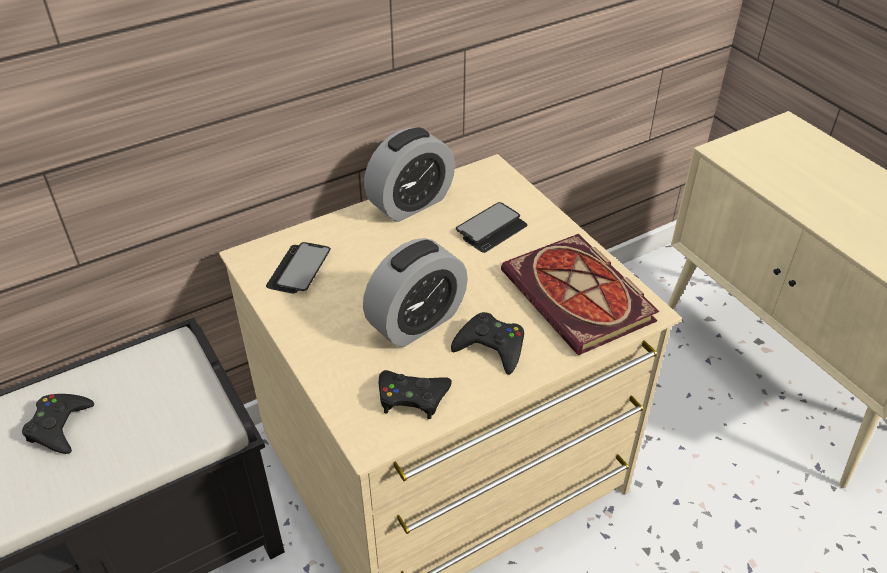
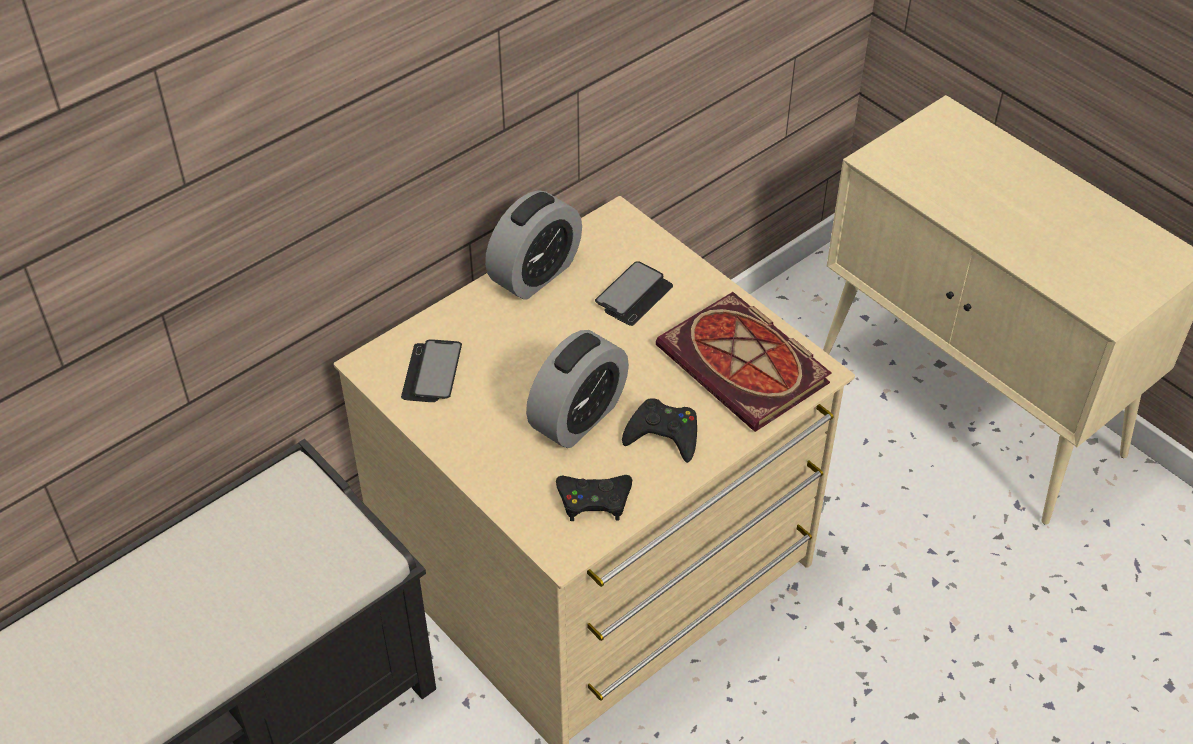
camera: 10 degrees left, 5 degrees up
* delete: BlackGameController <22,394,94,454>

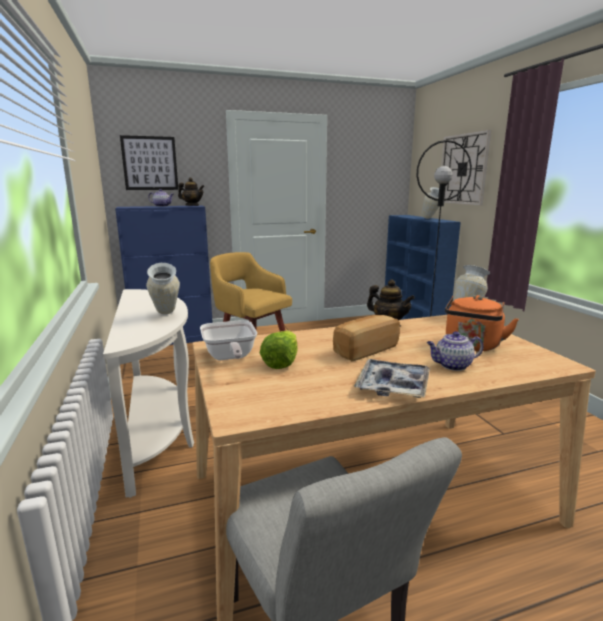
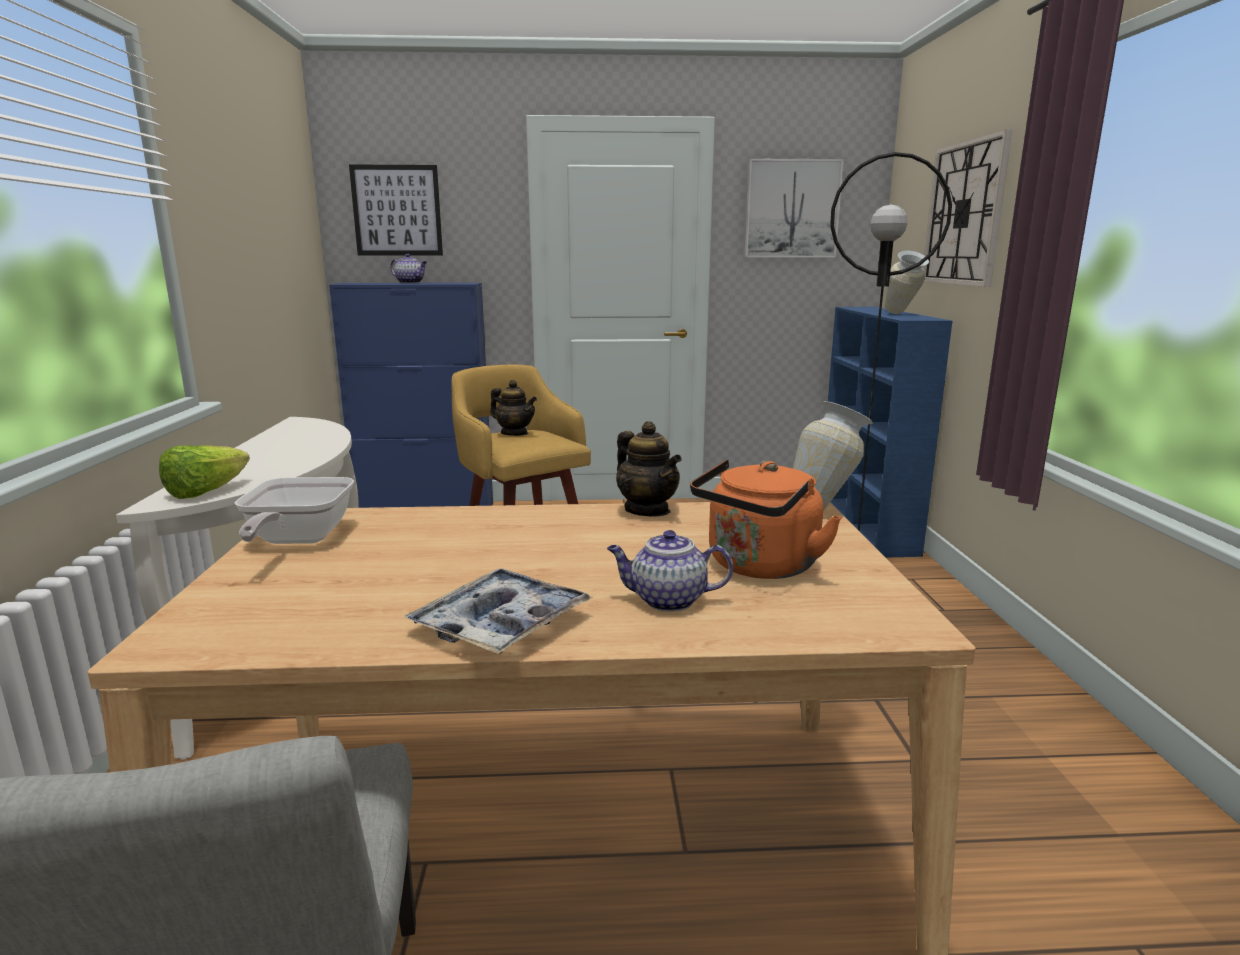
camera: 15 degrees right, 0 degrees up
* delete: Vase <146,263,180,315>
* delete: Bread <333,315,400,361>
* insert: Picture <744,159,844,258>
* move: Teapot <178,177,205,206> to <490,380,537,436>
* move: Lettuce <260,330,298,369> to <159,445,250,499>

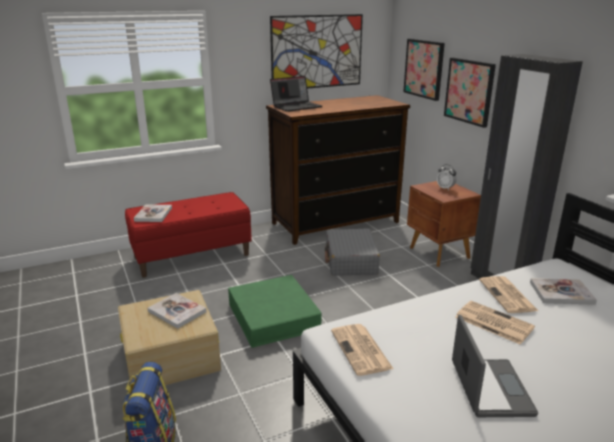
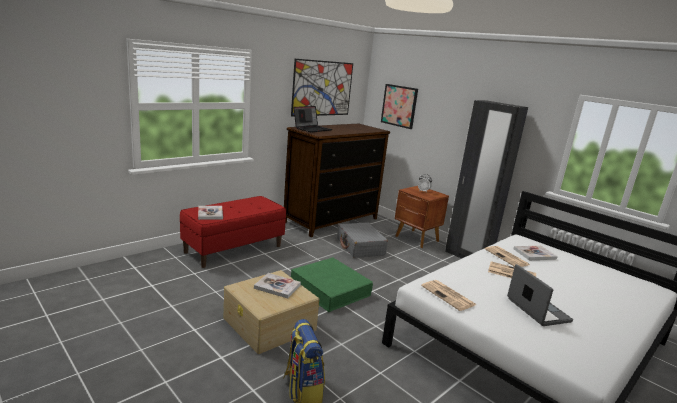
camera: 20 degrees left, 5 degrees down
* delete: Picture <444,58,496,128>

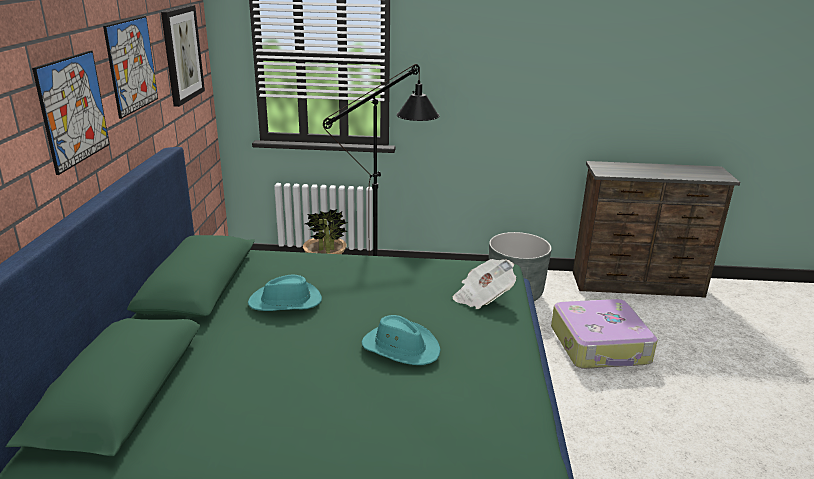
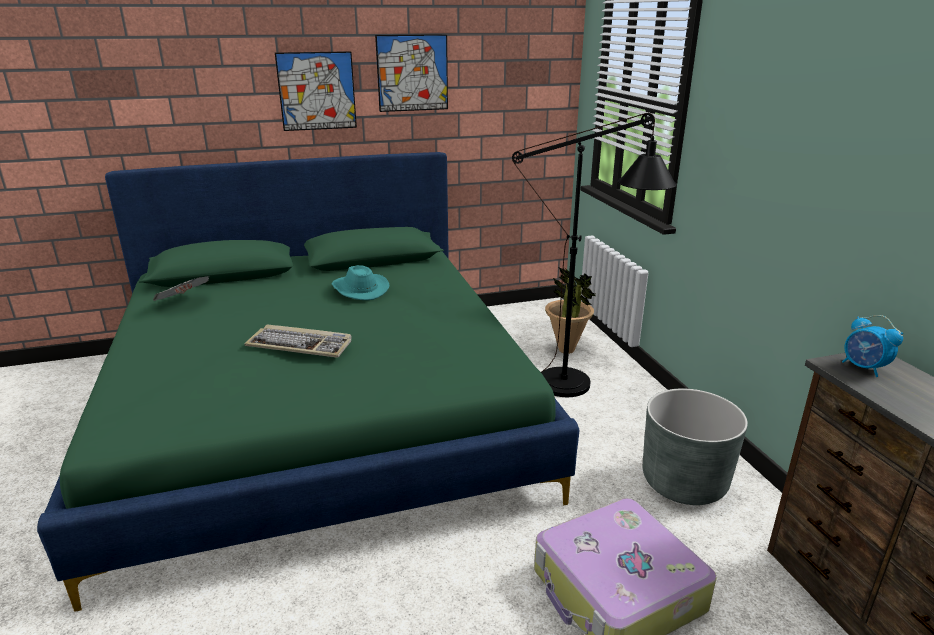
camera: 70 degrees right, 0 degrees up
* delete: Picture <161,5,205,107>
* insert: AlarmClock <842,315,903,377>
* move: Newspaper <453,259,516,309> to <153,276,209,301>
* replace: TurquoiseHat <362,315,441,365> to Keyboard <245,324,352,358>

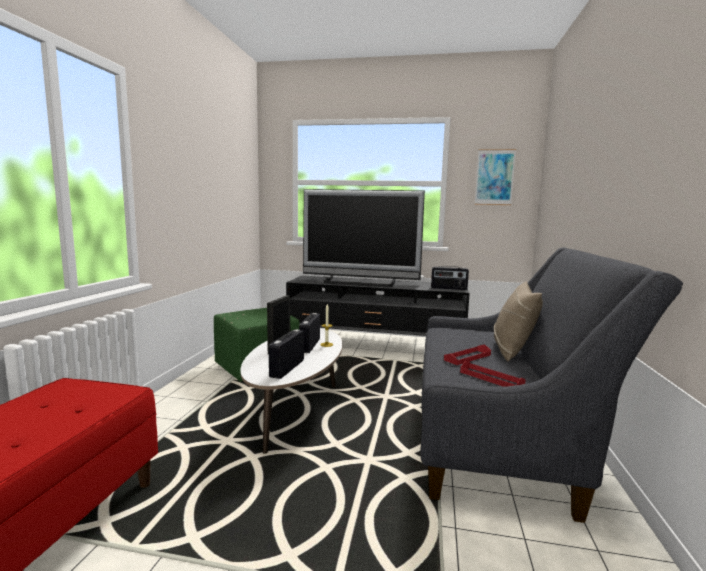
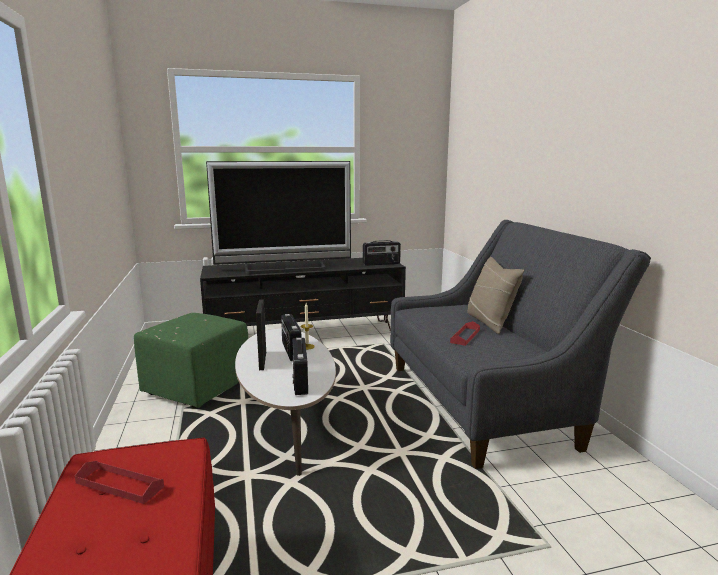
camera: 25 degrees left, 5 degrees up
* delete: Picture <474,149,516,205>
* move: RedTray <460,361,526,387> to <75,461,164,504>

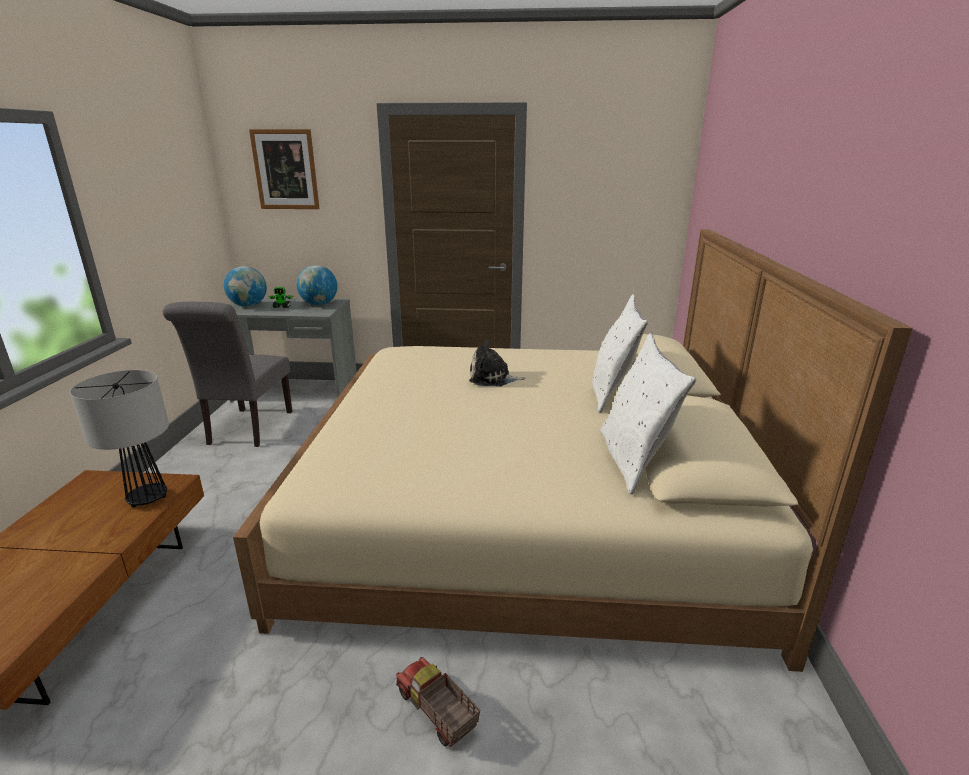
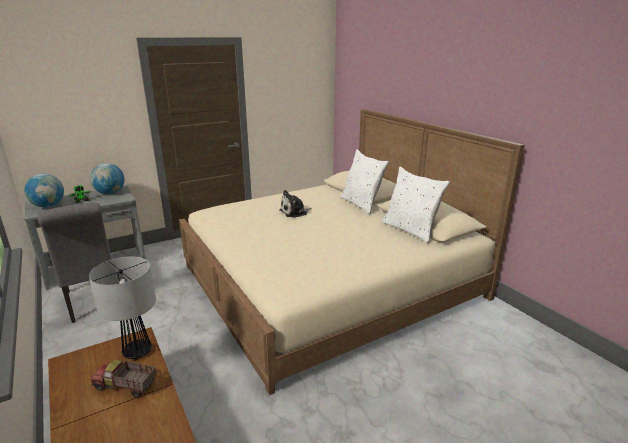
camera: 35 degrees left, 0 degrees up
* delete: Picture <249,129,320,209>
* move: ToyTruck <396,657,480,747> to <90,360,156,398>

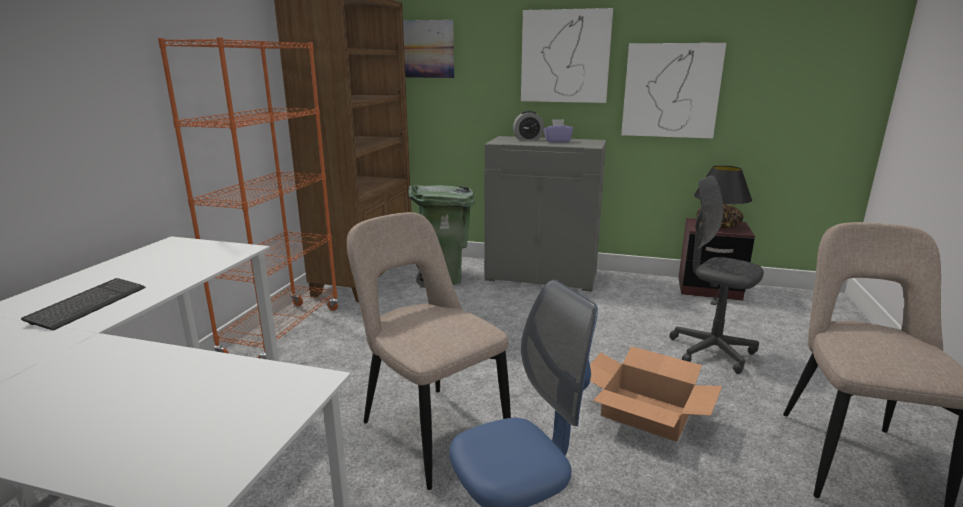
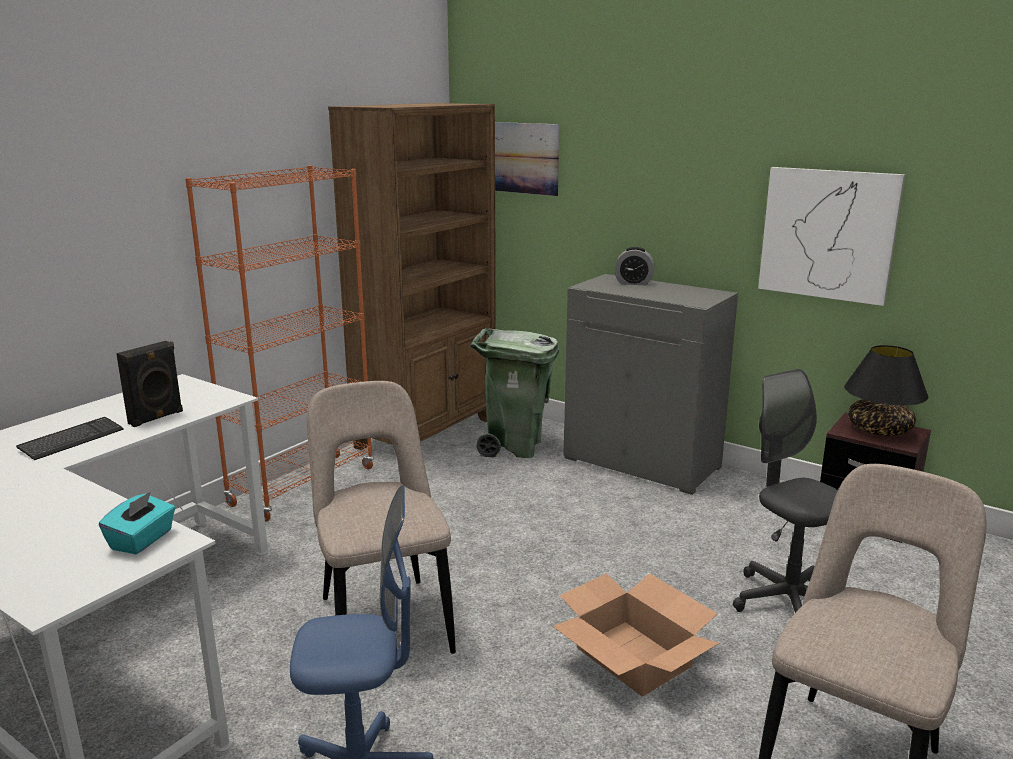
camera: 20 degrees right, 0 degrees up
* delete: Picture <521,8,613,103>
* delete: PurpleTissueBox <544,119,573,142>
* insert: TurquoiseTissueBox <99,491,175,554>
* insert: BlackSpeaker <116,341,183,427>

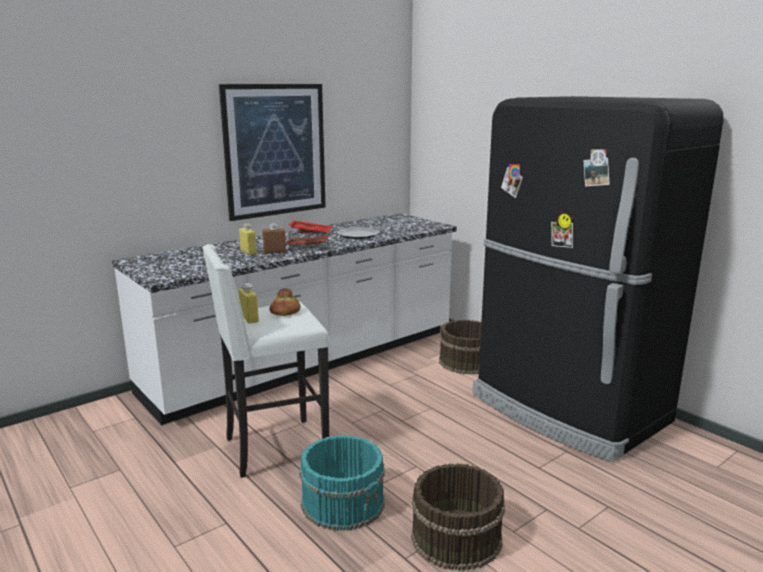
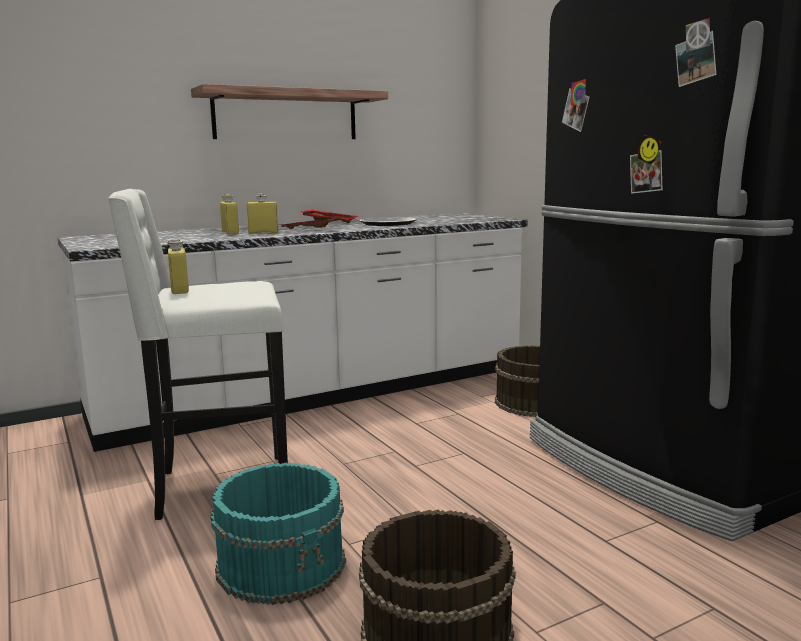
camera: 10 degrees right, 5 degrees down
* delete: Bread <269,288,301,316>
* replace: Picture <219,84,326,221> to Shelf <191,84,388,139>
* recolor: BrownBottle <262,224,286,254> to YellowBottle <247,194,278,234>

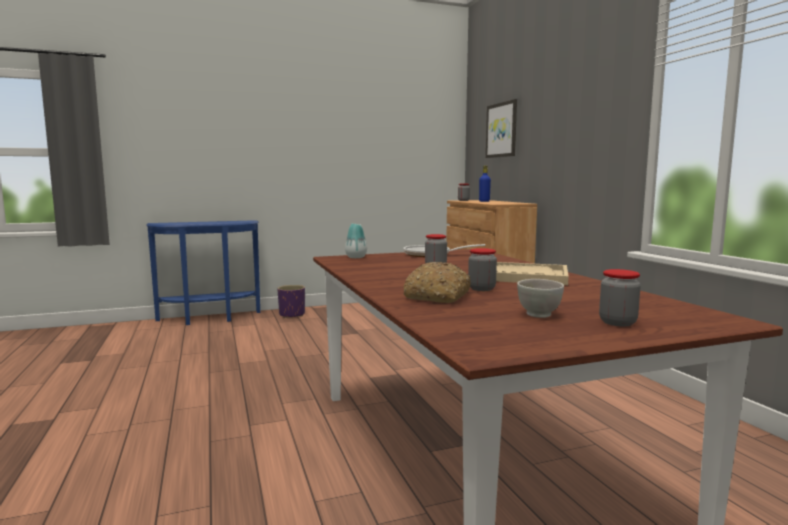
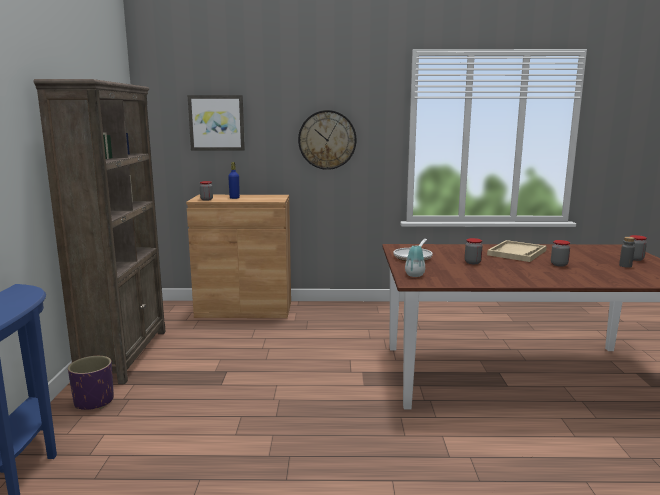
camera: 70 degrees left, 5 degrees up
* delete: Bread <404,262,471,303>
* insert: BrownBookcase <33,79,166,384>
* insert: WallClock <298,110,356,170>
* replace: WhiteBowl <517,279,564,318> to GreyBottle <619,237,635,268>

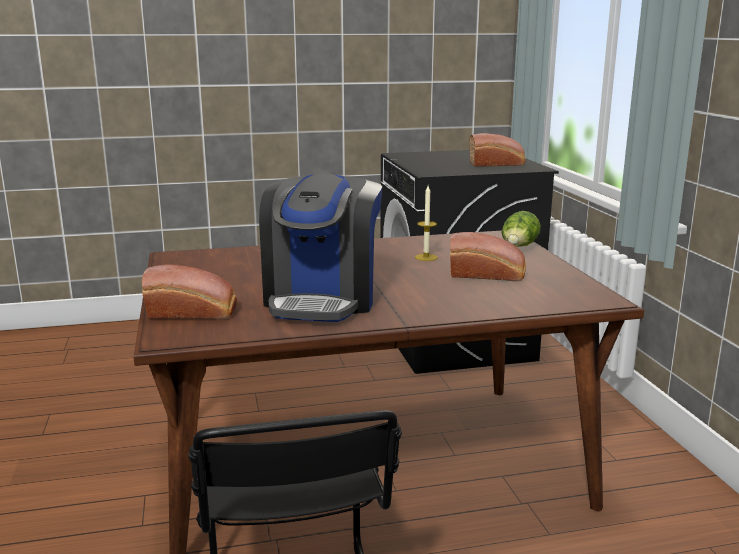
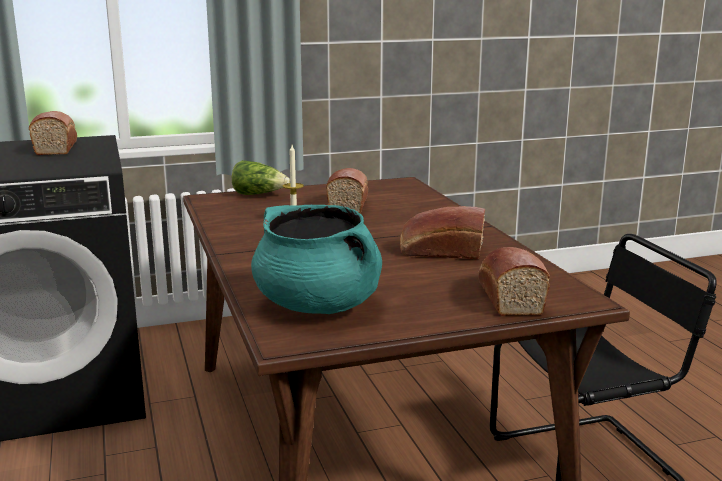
camera: 95 degrees left, 0 degrees up
* insert: TurquoiseCookingPot <251,205,382,314>
* replace: CoffeeMachine <259,174,382,322> to Bread <400,206,485,260>

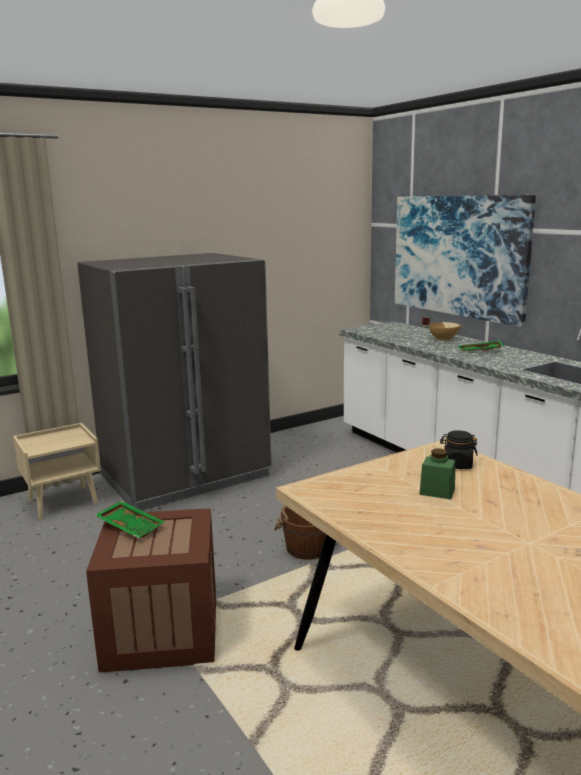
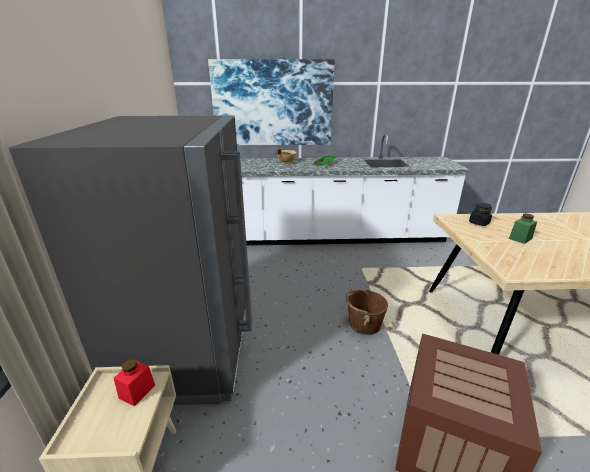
camera: 60 degrees left, 10 degrees up
* delete: GreenTray <95,501,165,538>
* insert: RedJar <114,359,155,406>

